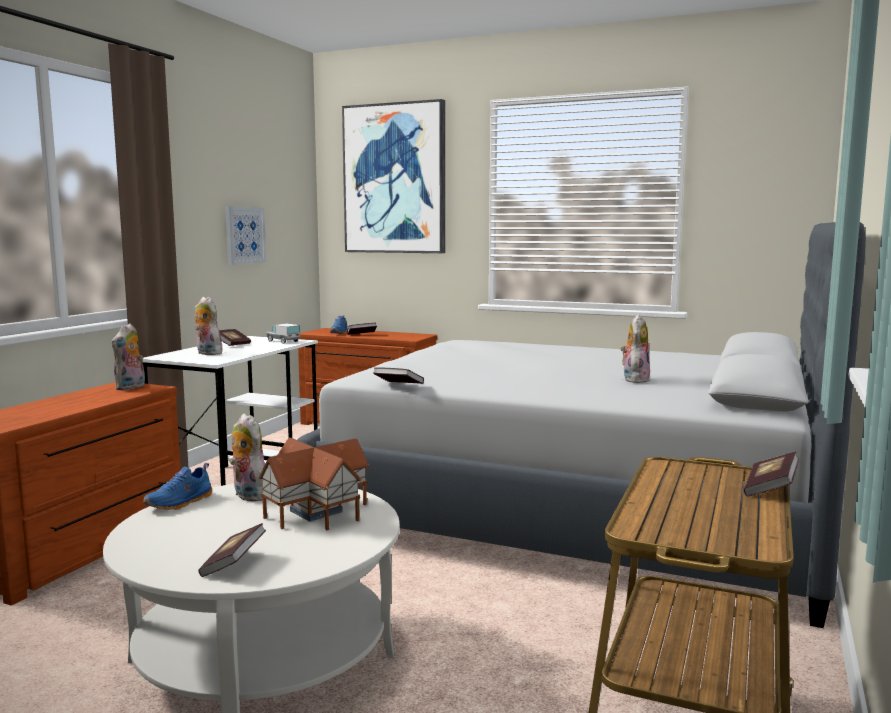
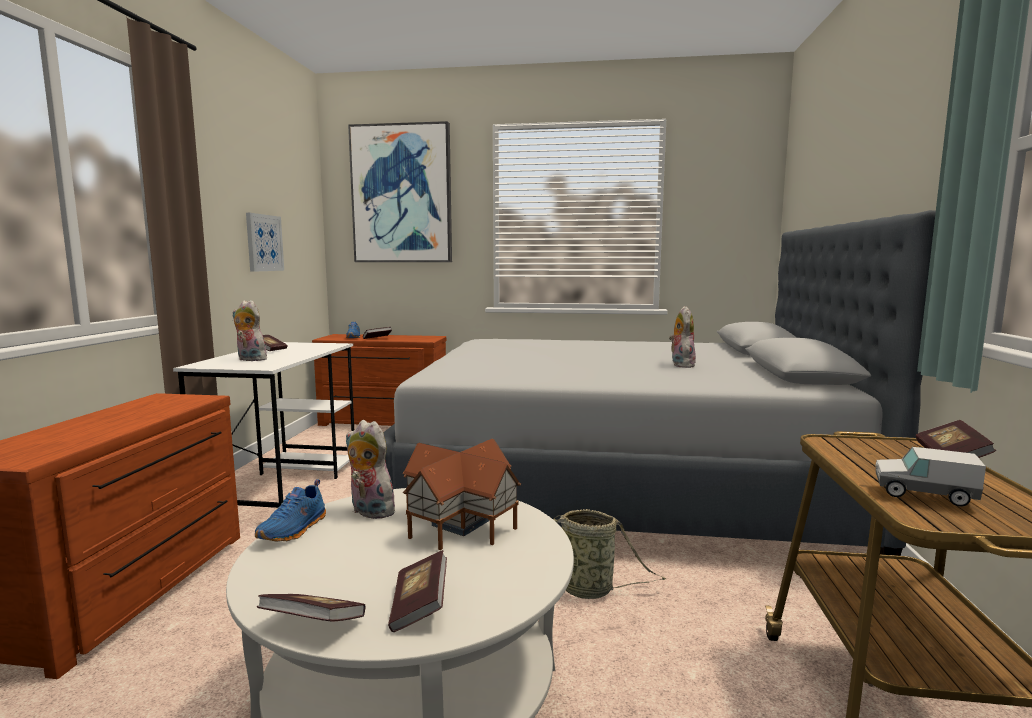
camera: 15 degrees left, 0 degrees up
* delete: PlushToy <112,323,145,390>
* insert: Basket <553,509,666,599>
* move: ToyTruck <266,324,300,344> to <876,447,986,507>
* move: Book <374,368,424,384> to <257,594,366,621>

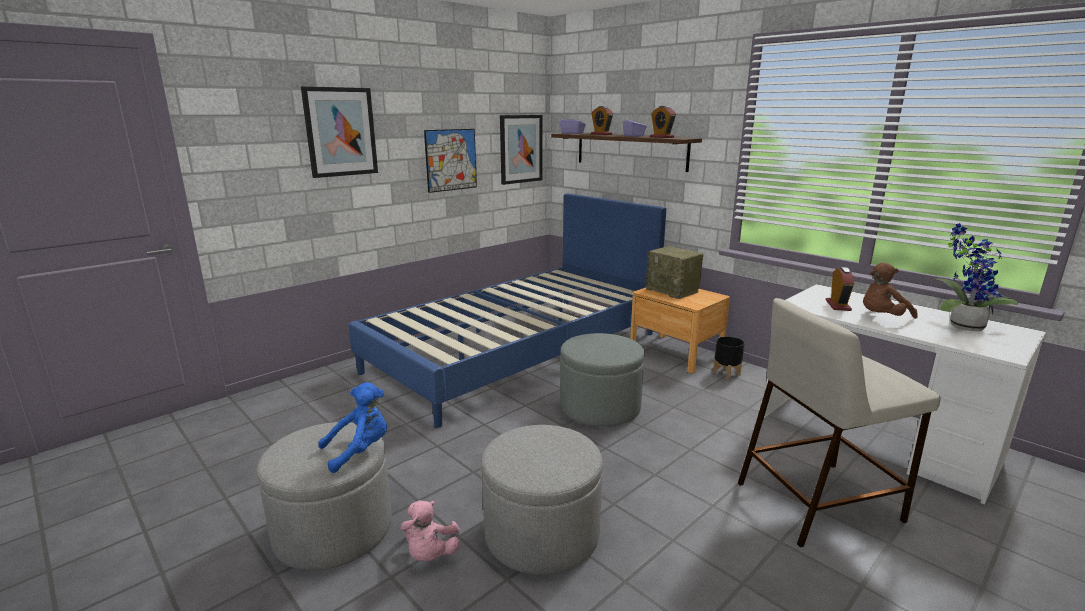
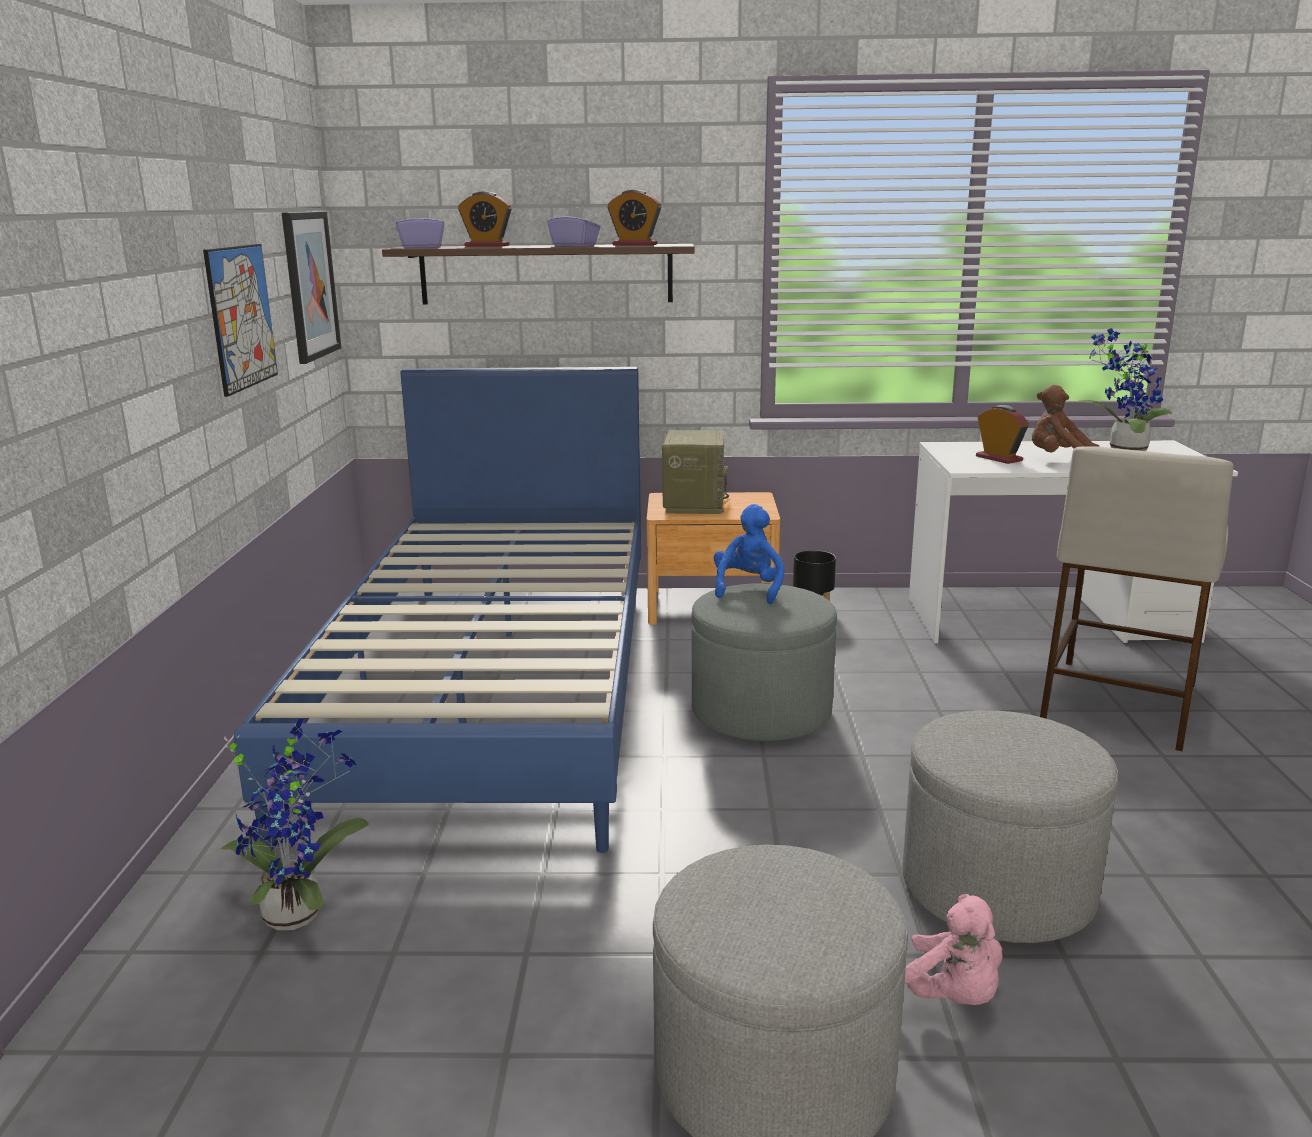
camera: 45 degrees left, 0 degrees up
* delete: Picture <301,86,378,178>
* insert: PottedPlant <219,719,369,930>
* move: BluePlushToy <318,382,387,473> to <714,504,785,604>
* rotate: Radio <646,246,703,299> = <662,430,729,514> 90 degrees counterclockwise
* rotate: BrownPlushToy <863,262,918,319> = <1032,385,1100,453> 90 degrees clockwise

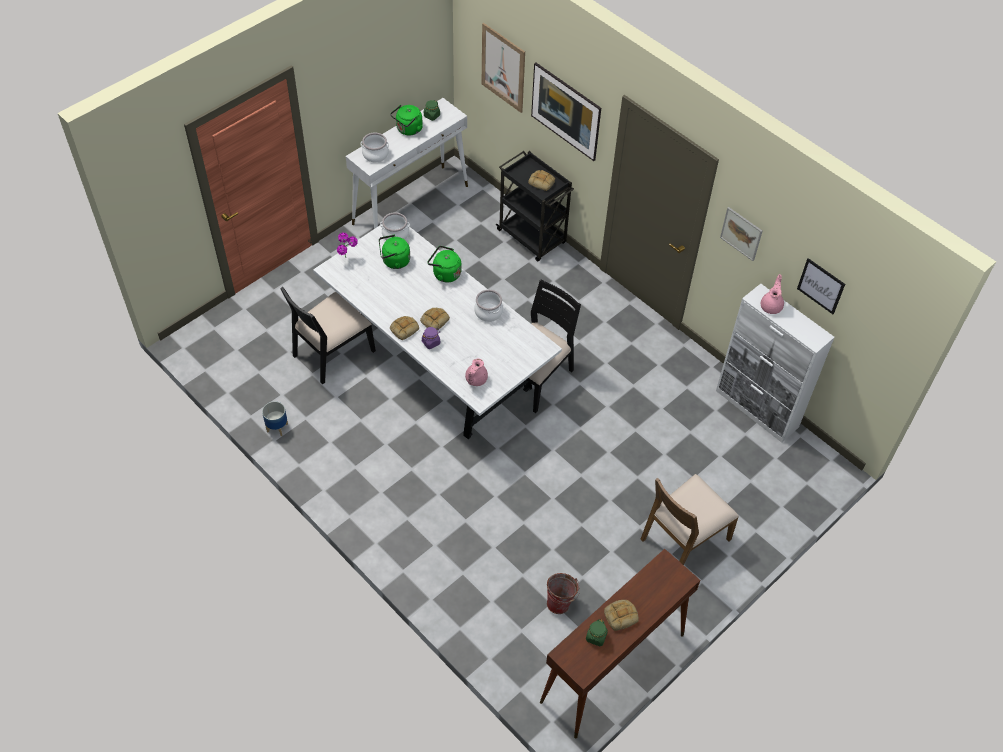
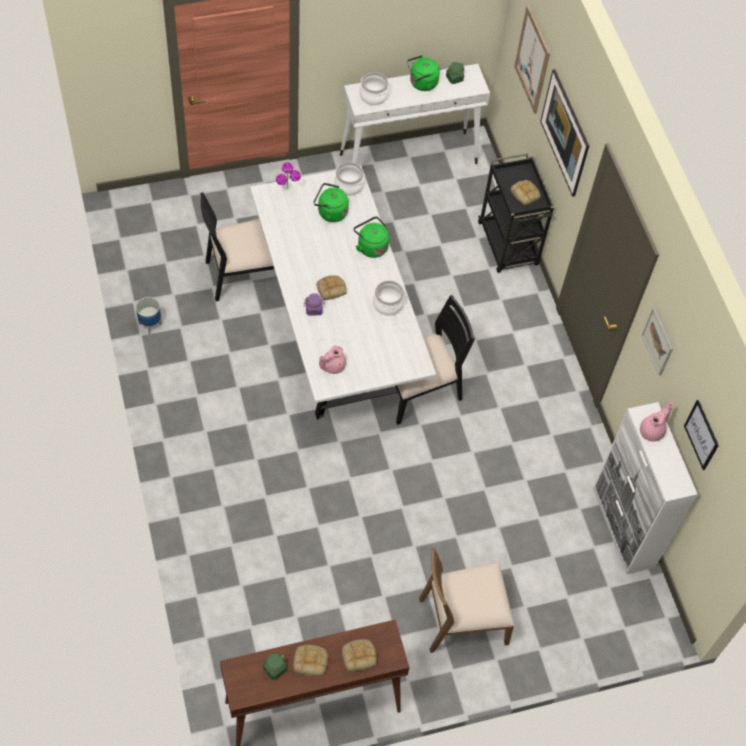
camera: 25 degrees right, 5 degrees up
* delete: Bucket <547,573,580,614>
* move: Bread <390,316,419,340> to <342,639,377,672>

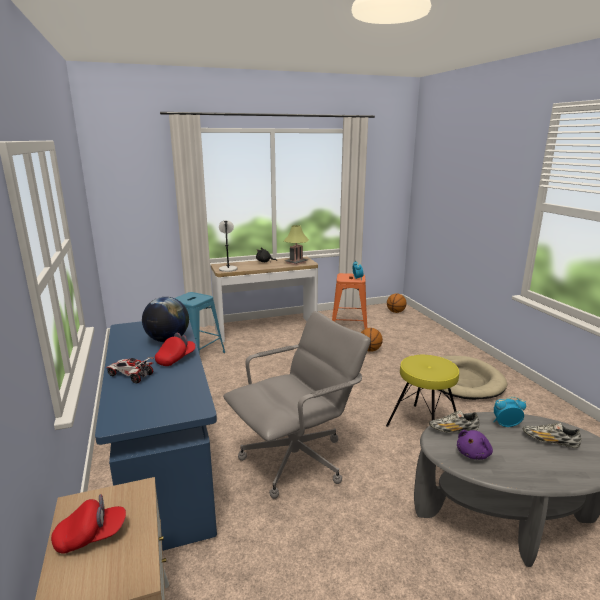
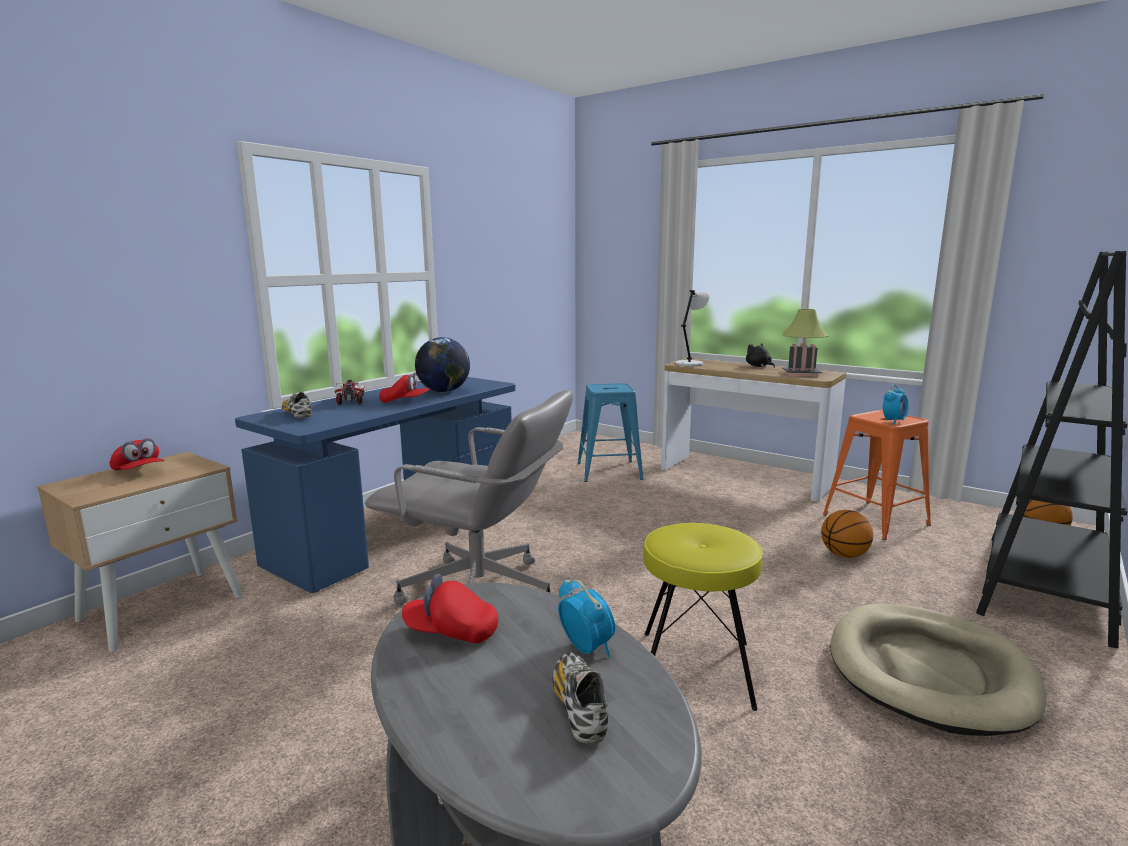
camera: 55 degrees right, 5 degrees down
* insert: BlackBookcase <976,251,1128,648>
* move: Shoe <429,410,479,433> to <282,392,311,418>
* replace: PurplePlushToy <457,430,493,459> to RedCap <402,574,498,643>

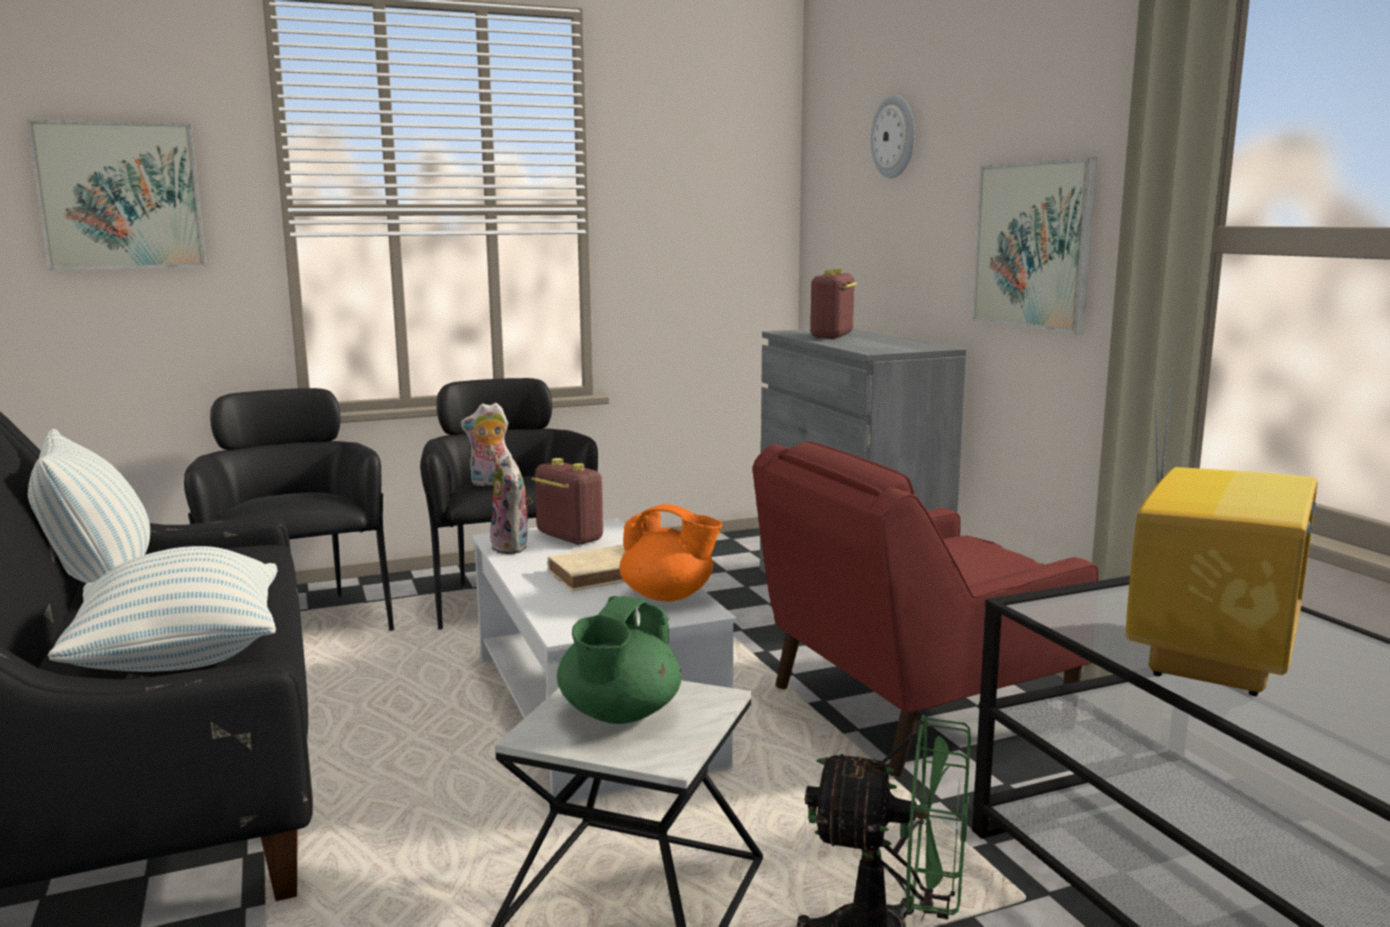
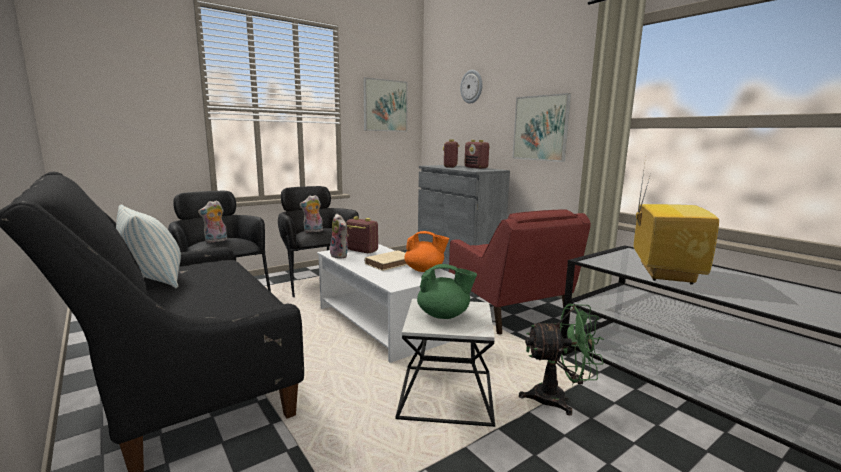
camera: 15 degrees left, 0 degrees up
* delete: Pillow <48,546,278,672>
* insert: PlushToy <198,200,227,243>
* insert: Radio <464,140,490,169>
* move: Picture <27,119,206,270> to <363,77,408,132>
* rotate: GreenTeapot <557,596,681,724> = <417,264,477,319> 90 degrees counterclockwise
* rotate: RedArmchair <753,441,1098,778> = <449,209,591,334> 75 degrees counterclockwise

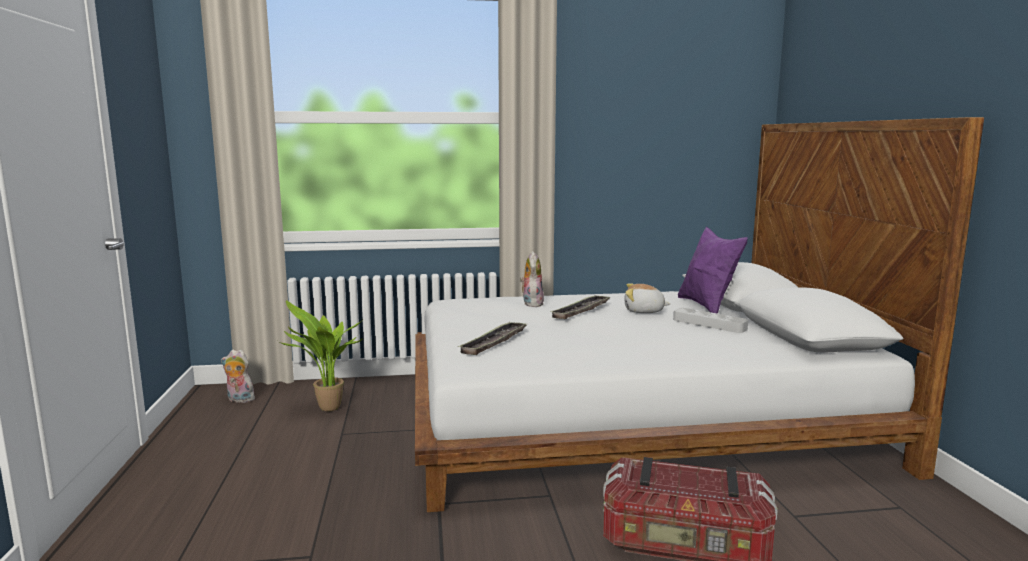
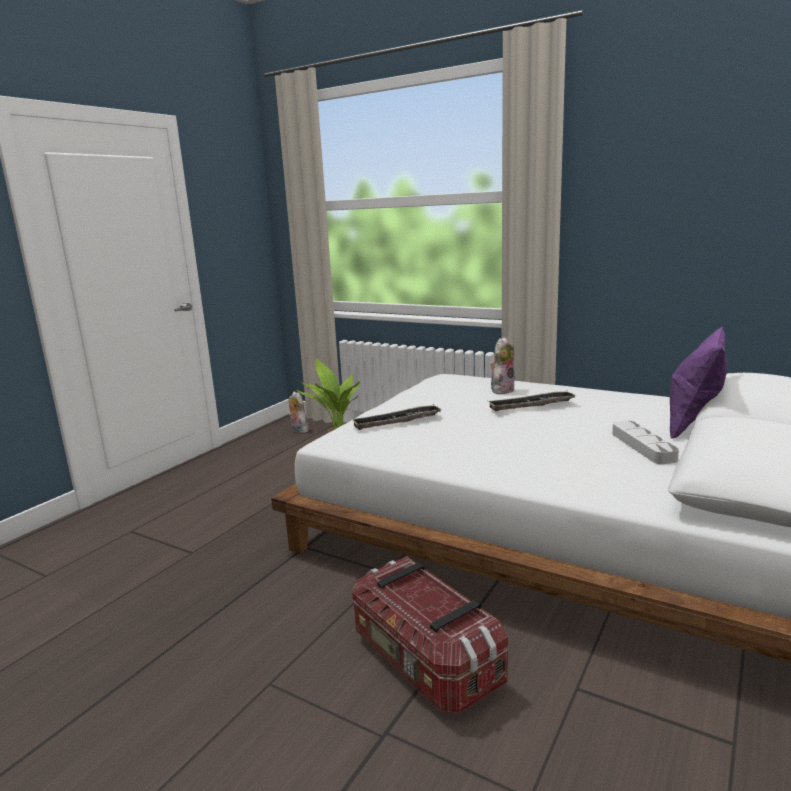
camera: 40 degrees right, 5 degrees up
* delete: PlushToy <624,283,671,313>

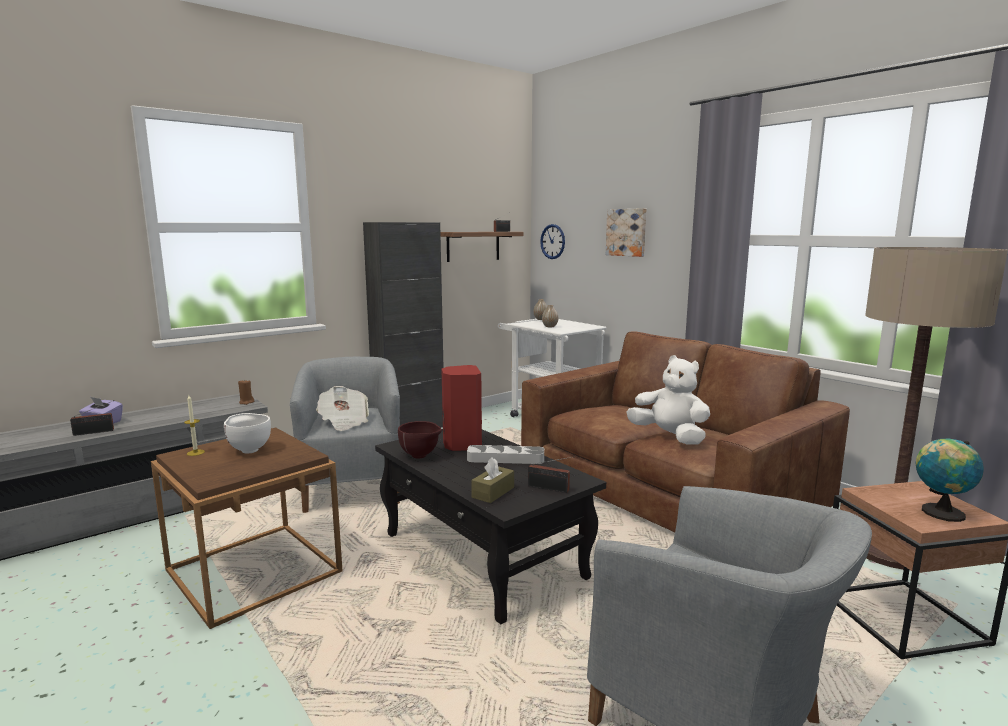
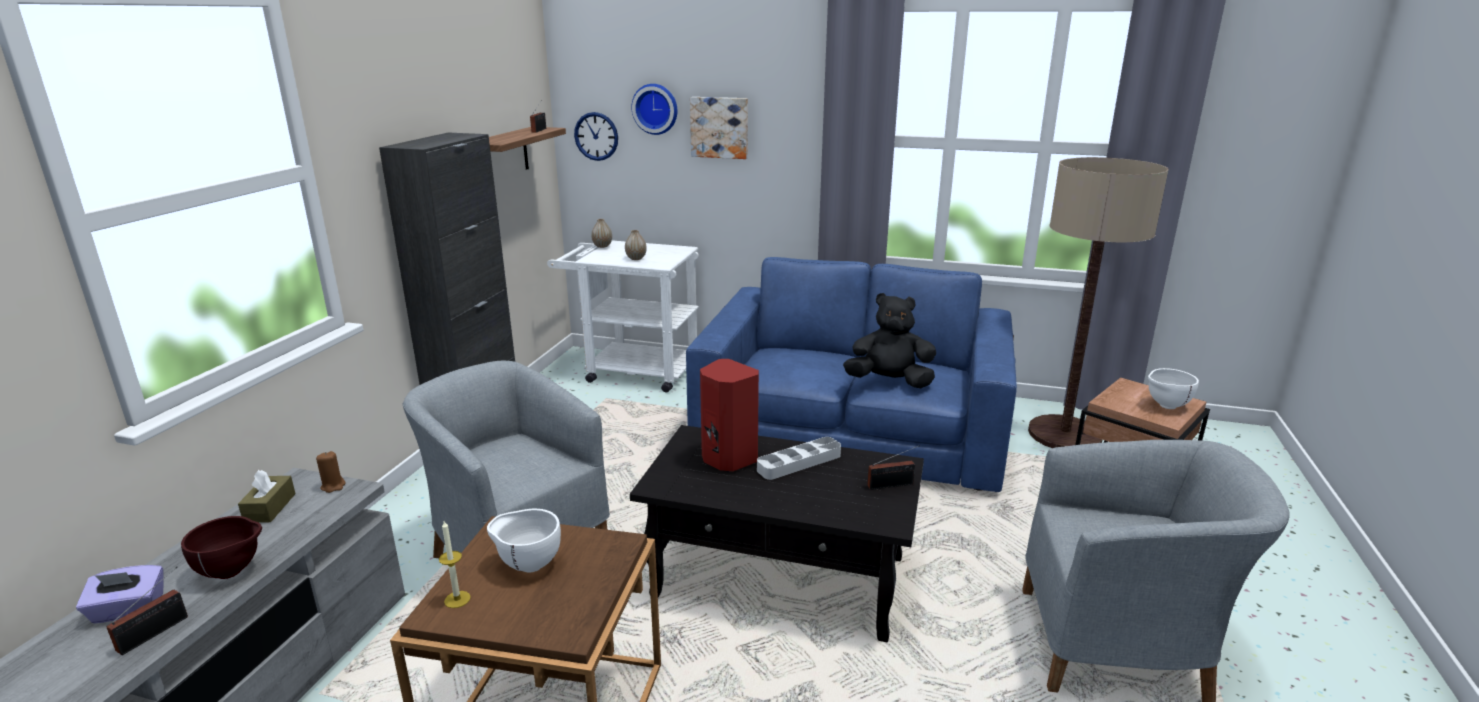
camera: 35 degrees left, 10 degrees up
* delete: Newspaper <316,386,369,431>
* insert: WallClock <631,84,677,135>
* move: BrownBowl <398,421,442,458> to <181,516,262,579>
* move: BrownTissueBox <471,457,514,503> to <238,470,296,523>
* replace: Globe <915,438,984,522> to WhiteBowl <1148,368,1199,409>
* recolor: BrownSofa <521,331,850,532> to BlueSofa <686,257,1017,492>
* recolor: WhitePlushToy <626,355,710,445> to BlackPlushToy <843,293,936,388>

